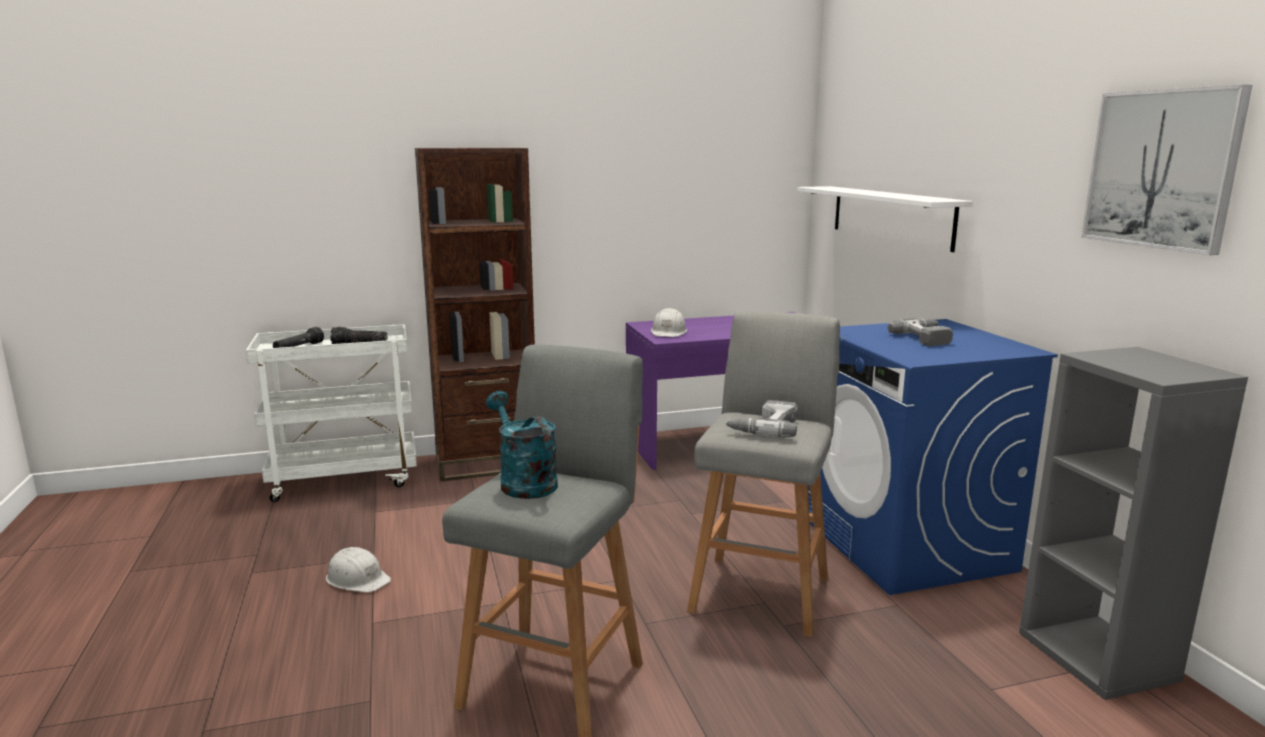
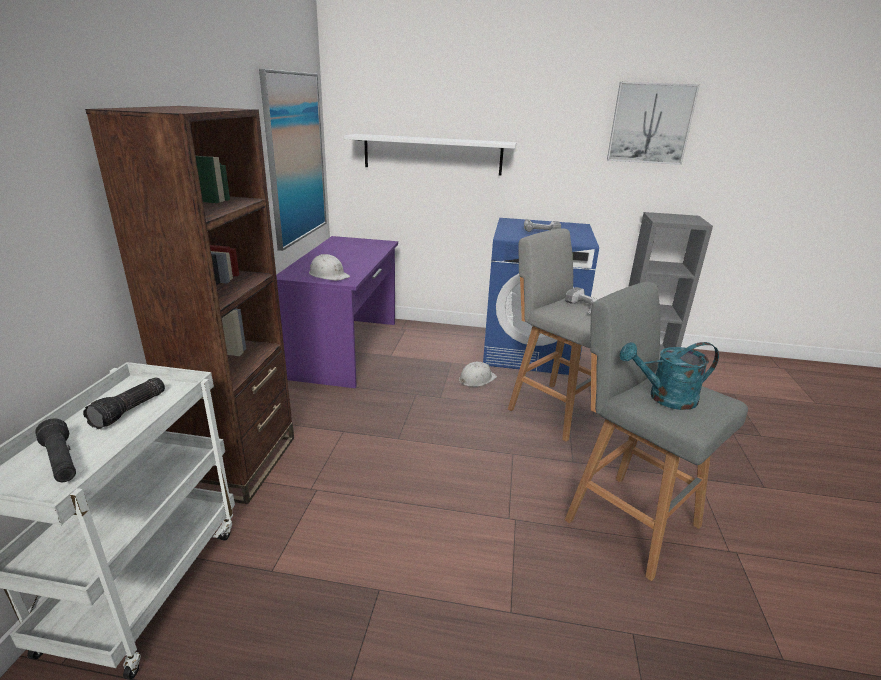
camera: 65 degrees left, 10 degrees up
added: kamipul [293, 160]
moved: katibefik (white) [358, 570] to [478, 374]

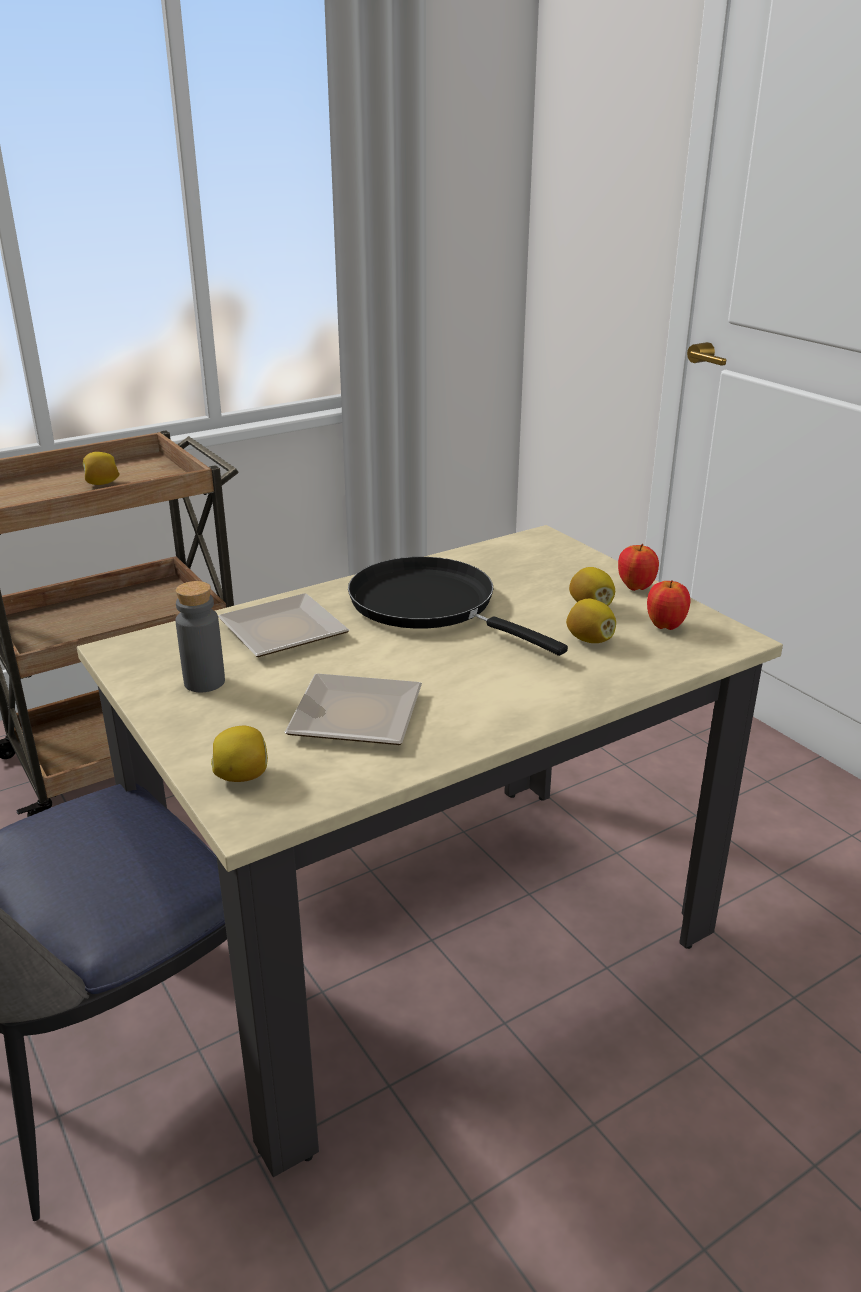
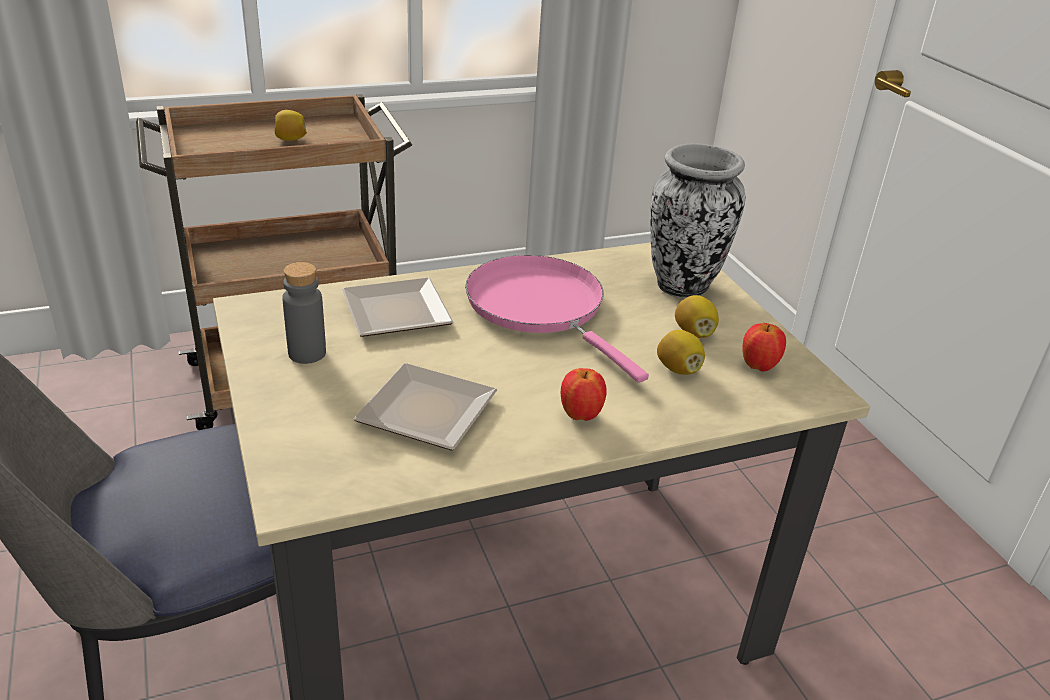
camera: 10 degrees right, 5 degrees up
removed: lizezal [239, 754]
added: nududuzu [697, 220]
moved: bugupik [638, 567] to [584, 394]
recoloured: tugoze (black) [458, 606] to tugoze (pink) [557, 319]

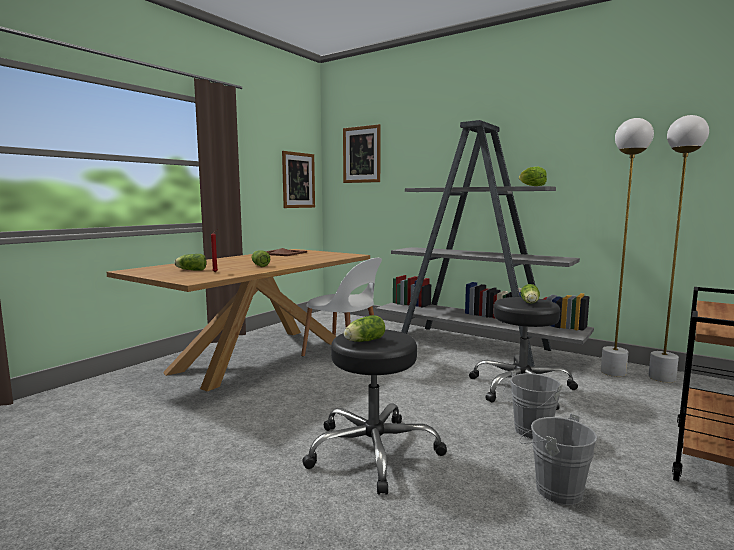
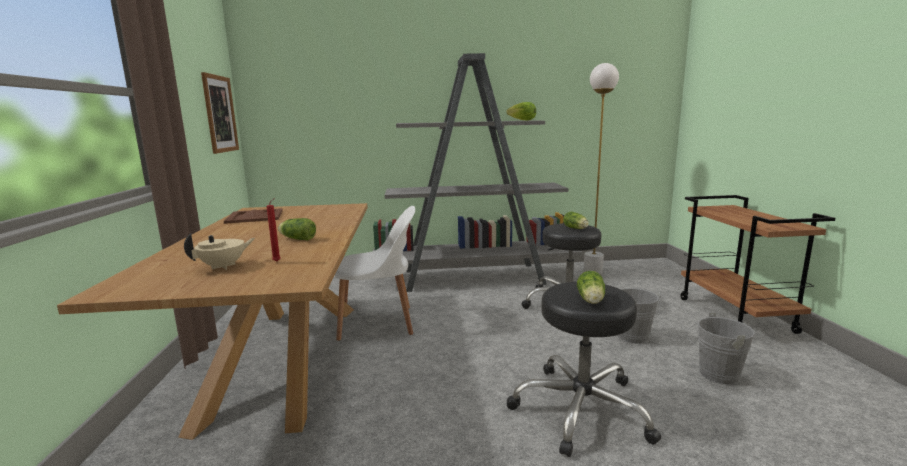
camera: 40 degrees left, 5 degrees up
removed: kamipul [362, 153]; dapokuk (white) [678, 249]
replaced: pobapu [190, 262] to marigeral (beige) [219, 251]

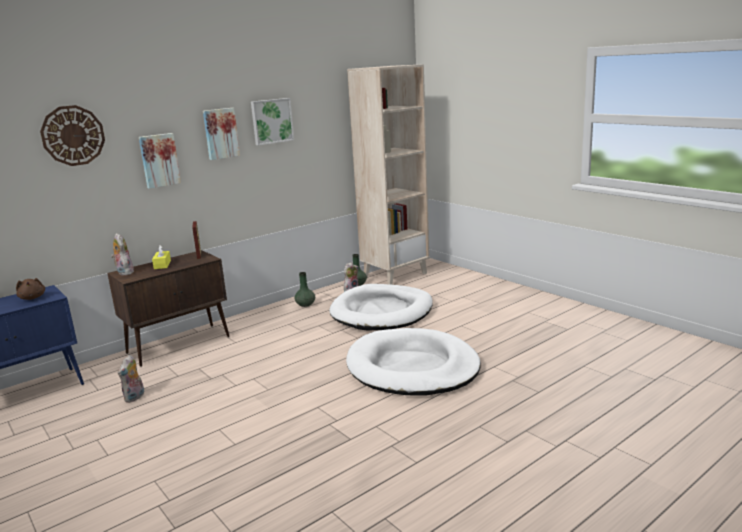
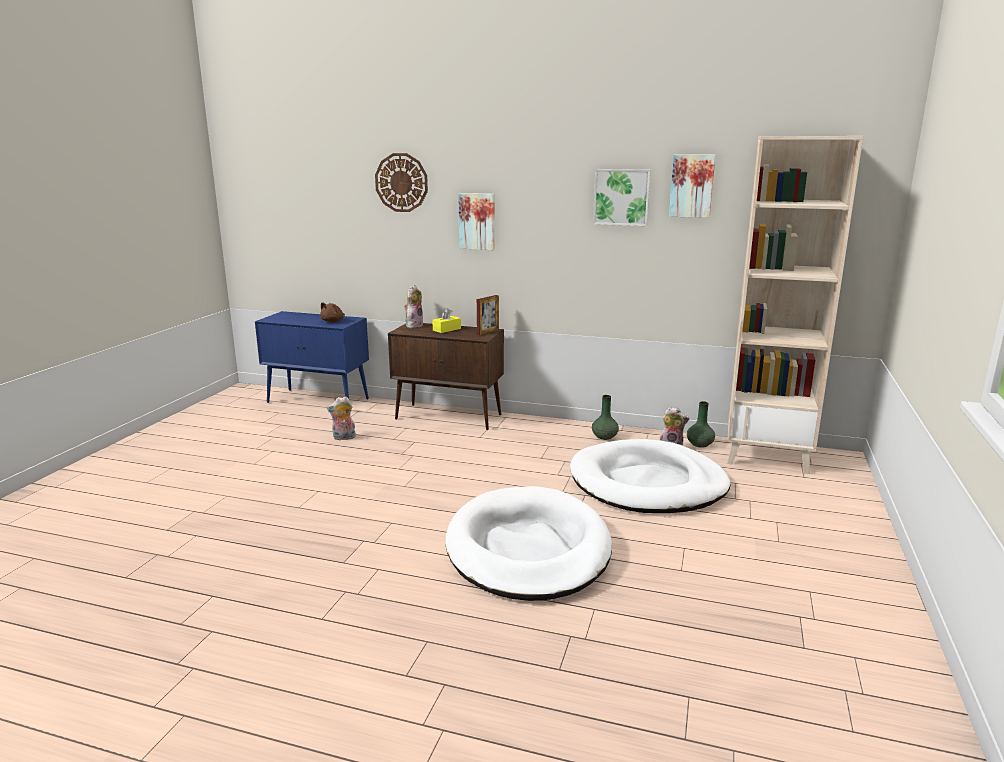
camera: 55 degrees right, 0 degrees up
moved: kamipul [221, 134] to [692, 186]

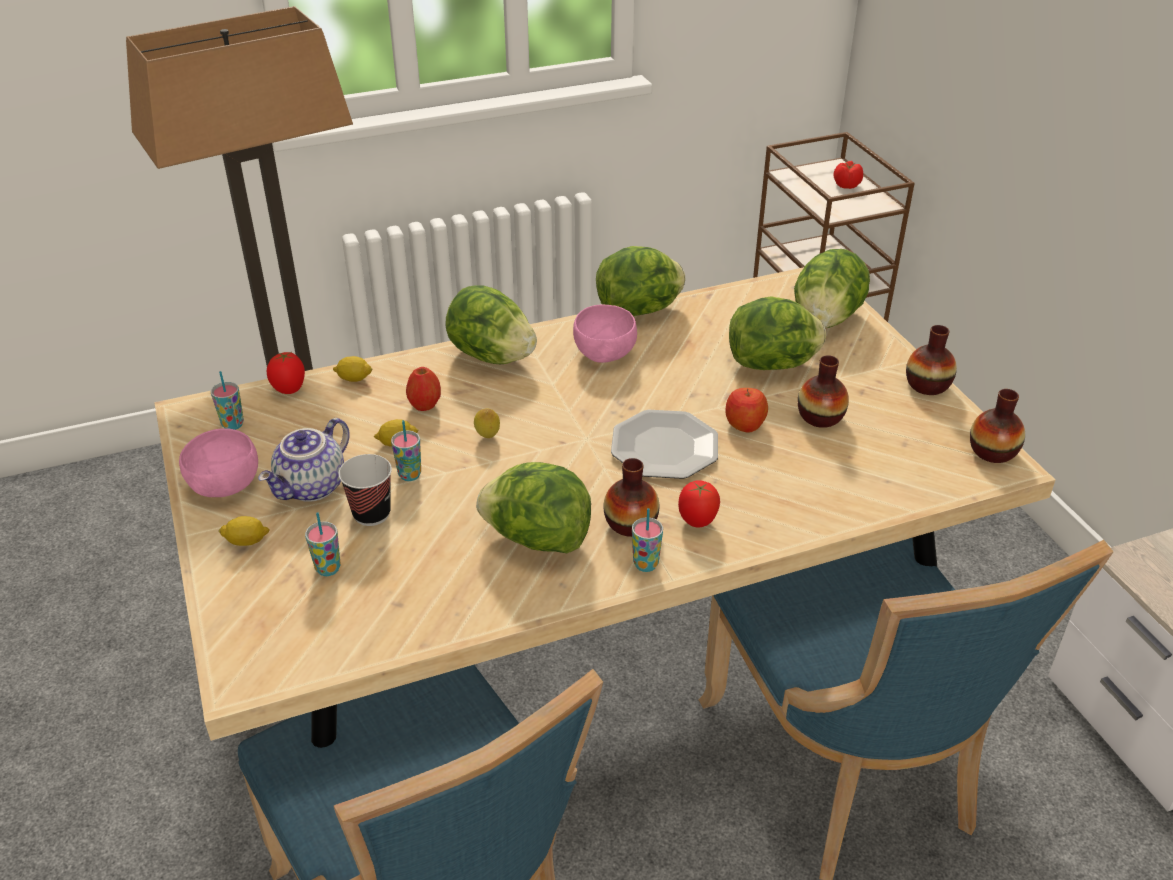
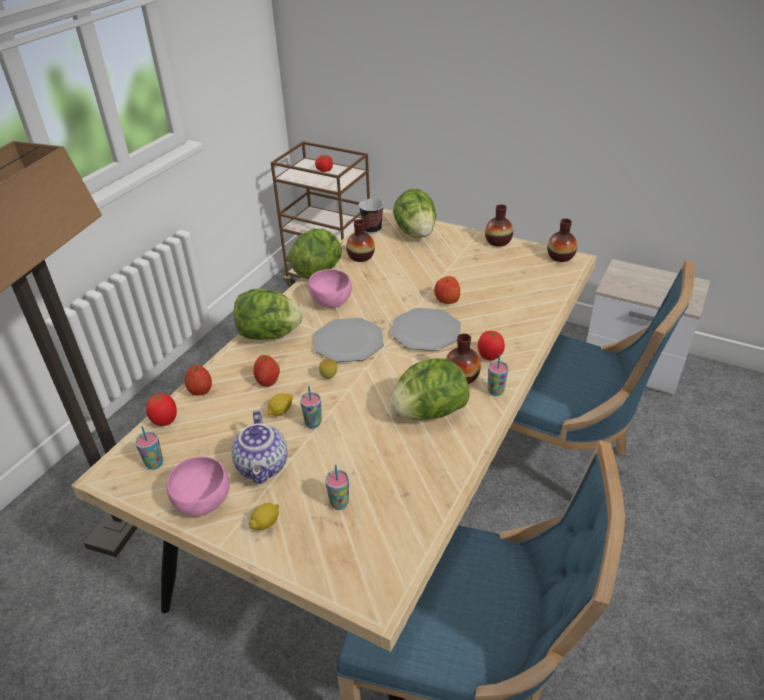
camera: 40 degrees left, 0 degrees up
removed: pobapu [777, 333]
added: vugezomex [349, 340]
moved: nududuzu [823, 391] to [360, 240]; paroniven [365, 490] to [371, 216]
replaced: lizezal [352, 369] to bugupik [198, 380]

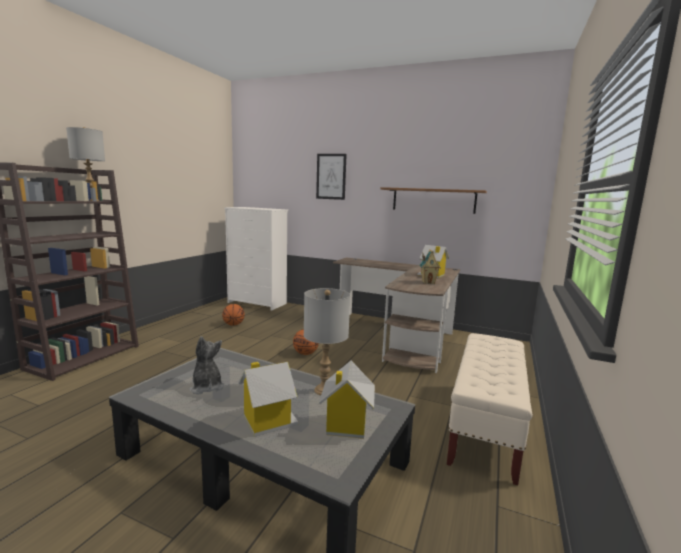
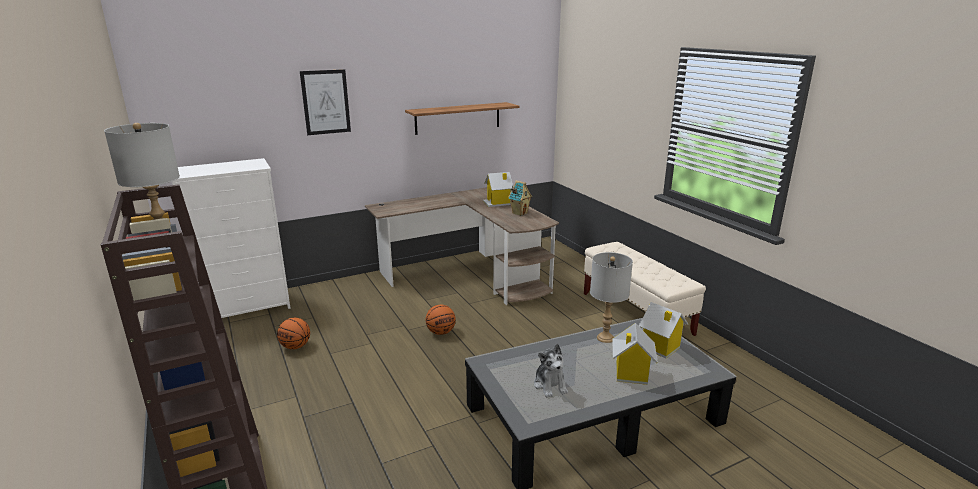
camera: 50 degrees left, 10 degrees up
turned: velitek [206, 365] = [551, 371] 120 degrees counterclockwise

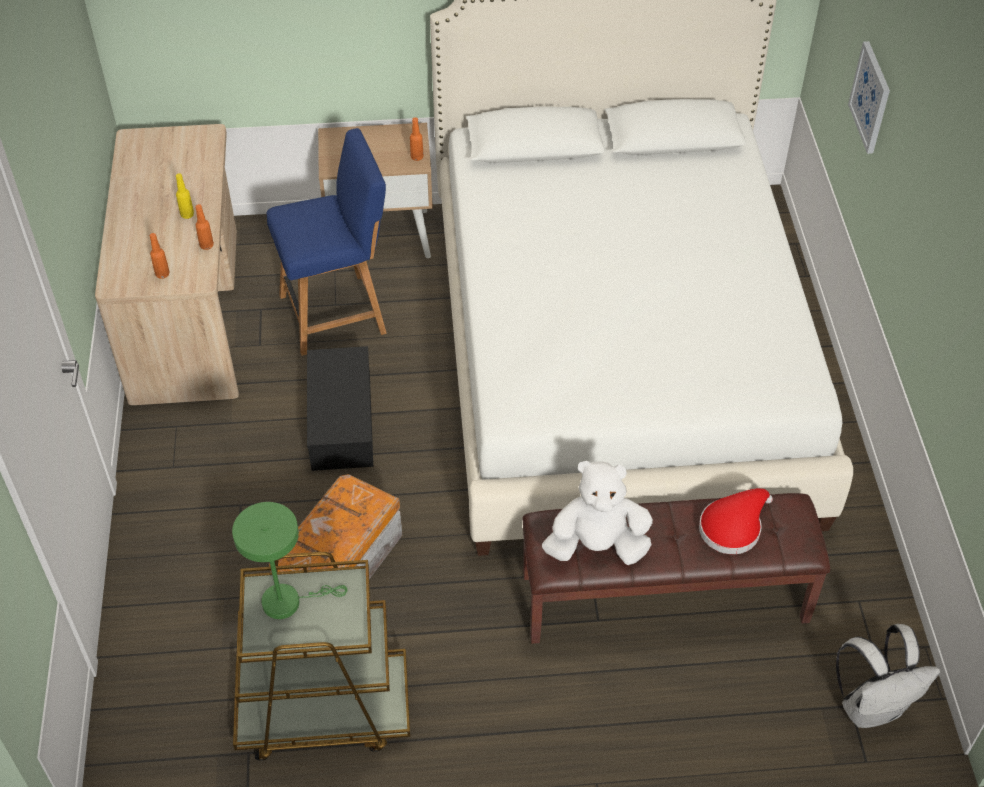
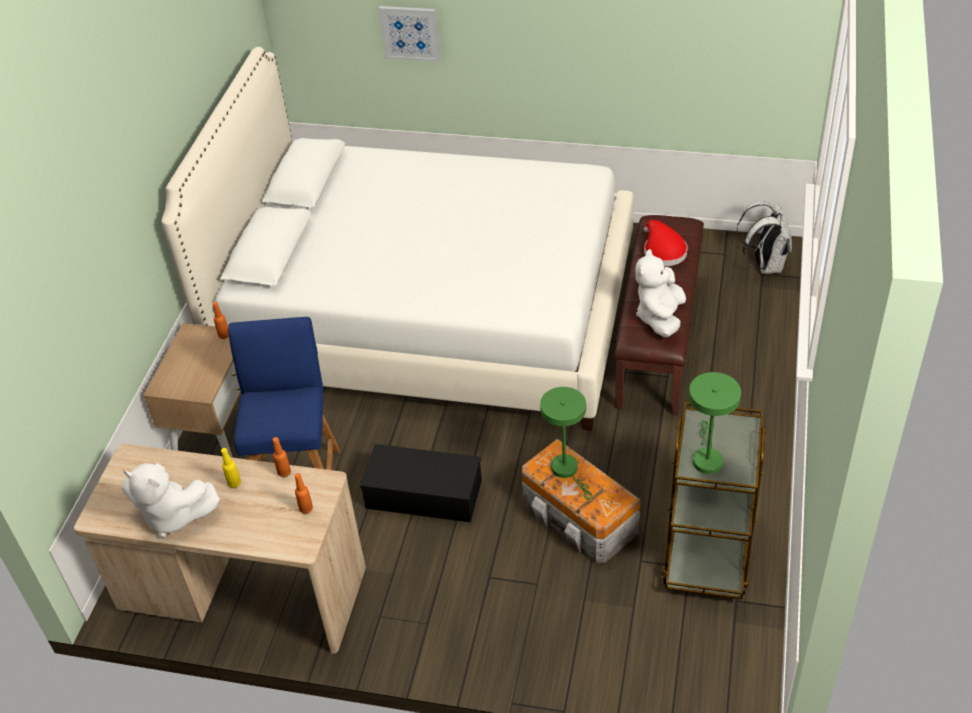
camera: 70 degrees left, 5 degrees down
added: velitek (white) [170, 500]; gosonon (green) [566, 443]

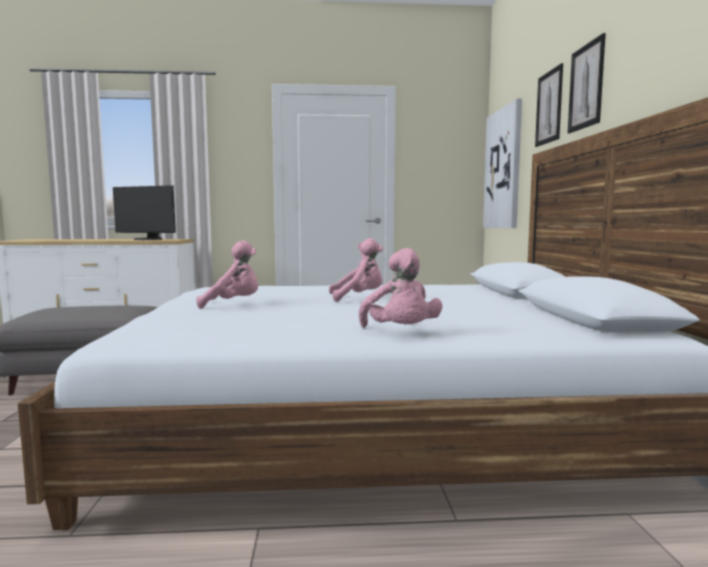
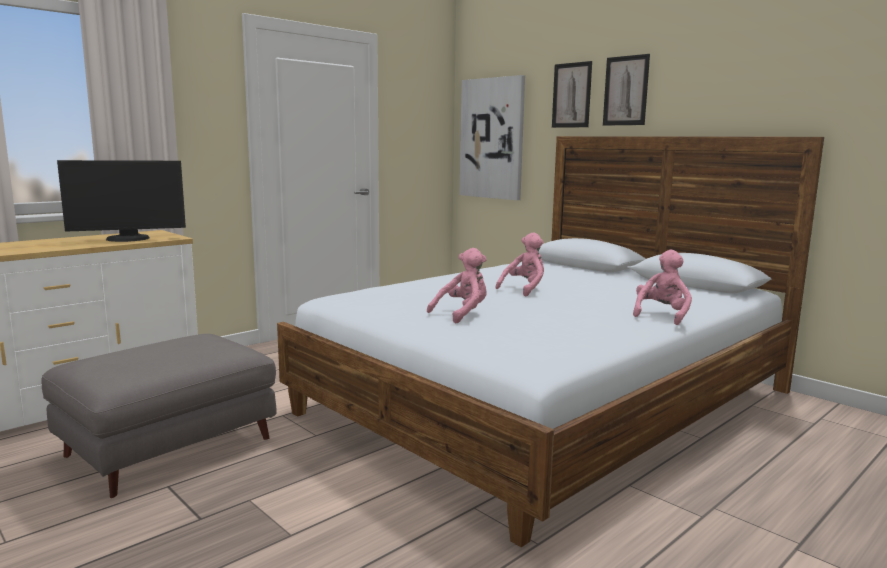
camera: 40 degrees left, 5 degrees up
turned: velitek (pink) [401, 288] = [662, 287] 90 degrees counterclockwise

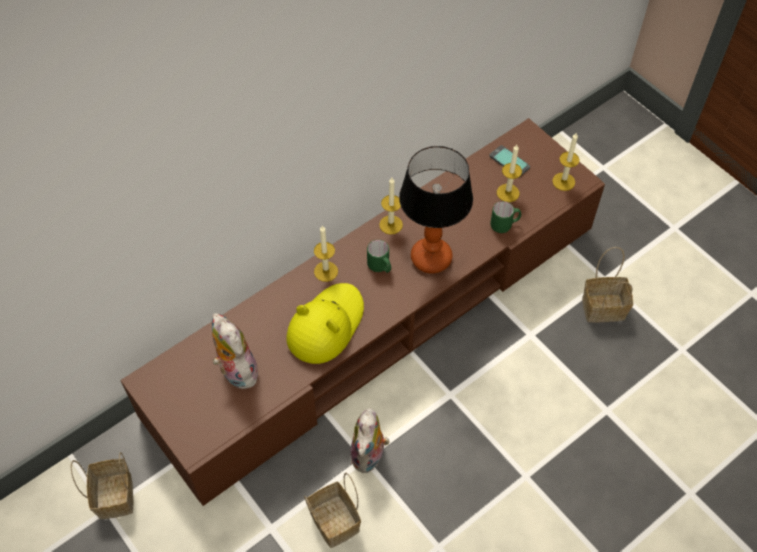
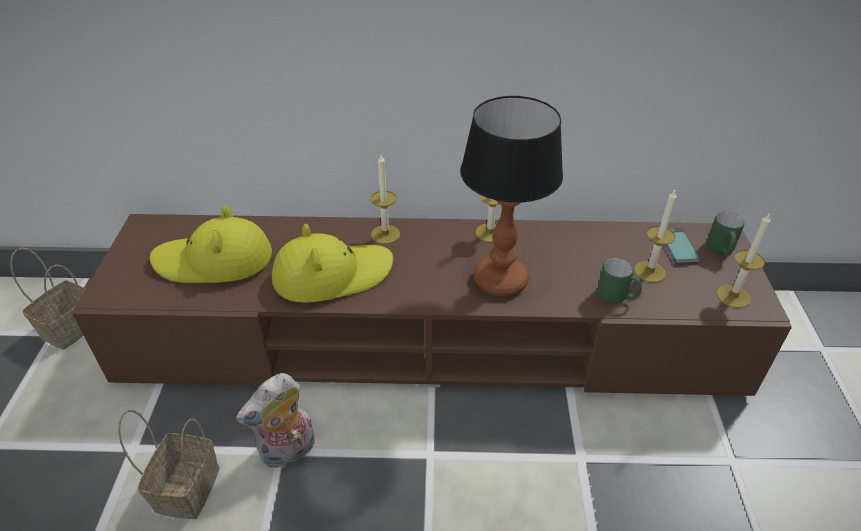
camera: 40 degrees right, 15 degrees down
removed: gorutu [608, 285]
moved: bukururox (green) [379, 256] to [726, 233]
replaced: velitek [236, 351] to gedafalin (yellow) [211, 244]

